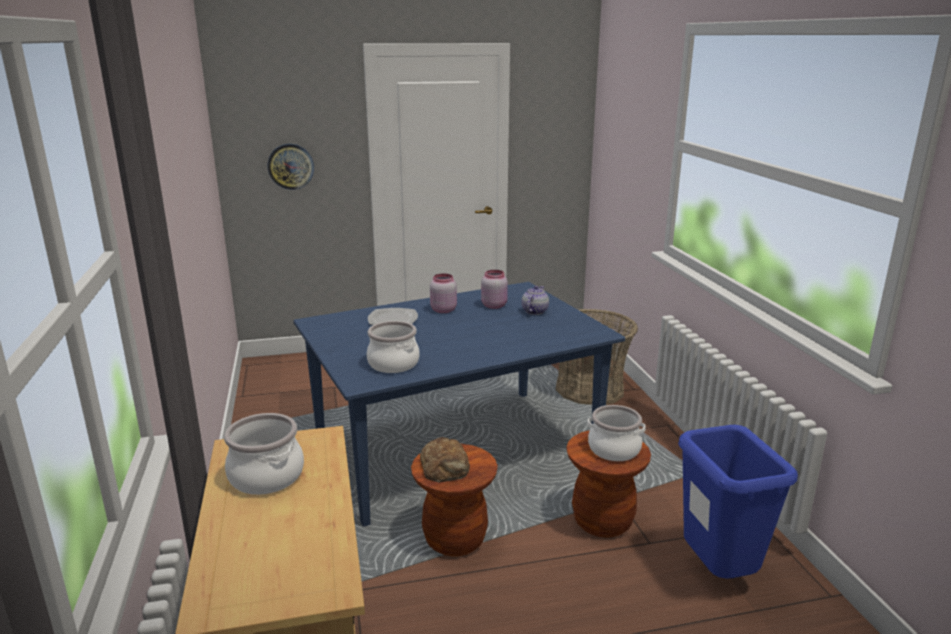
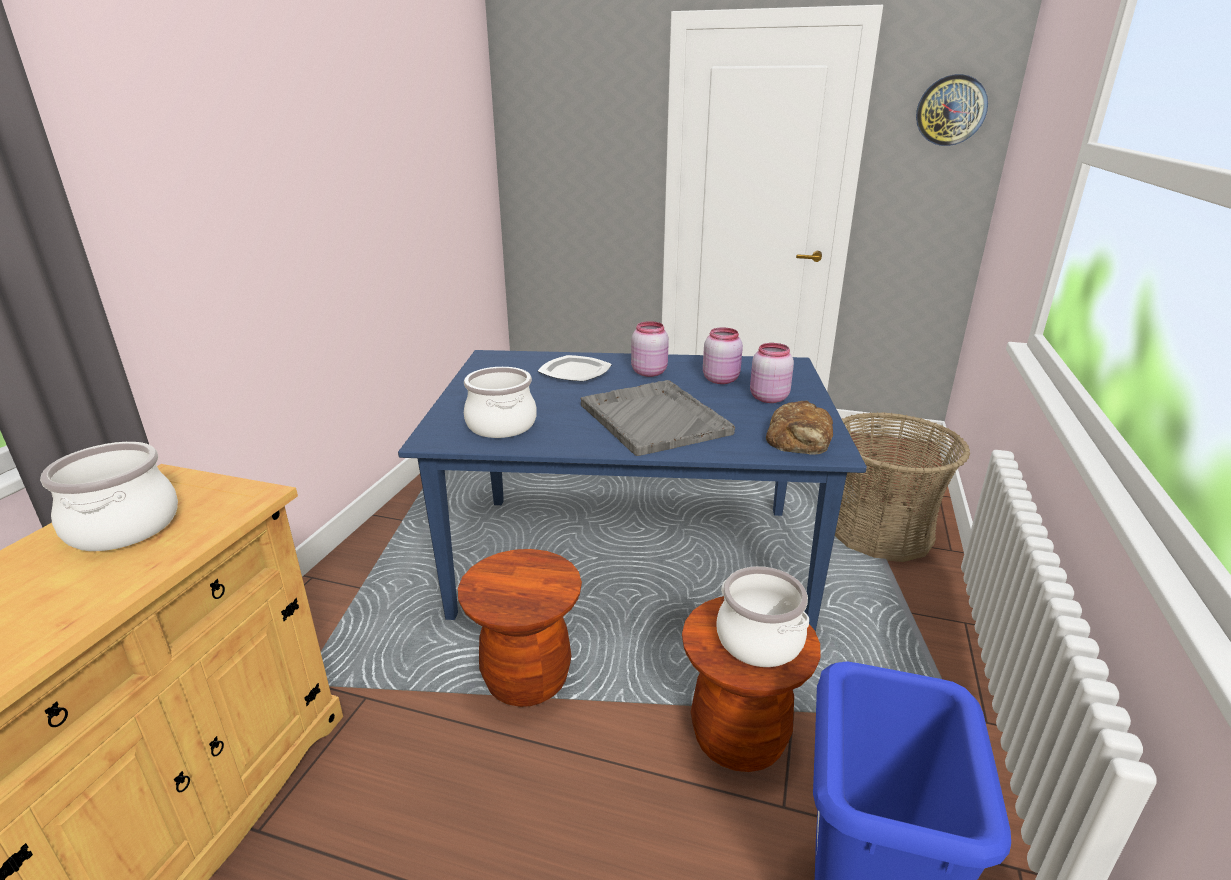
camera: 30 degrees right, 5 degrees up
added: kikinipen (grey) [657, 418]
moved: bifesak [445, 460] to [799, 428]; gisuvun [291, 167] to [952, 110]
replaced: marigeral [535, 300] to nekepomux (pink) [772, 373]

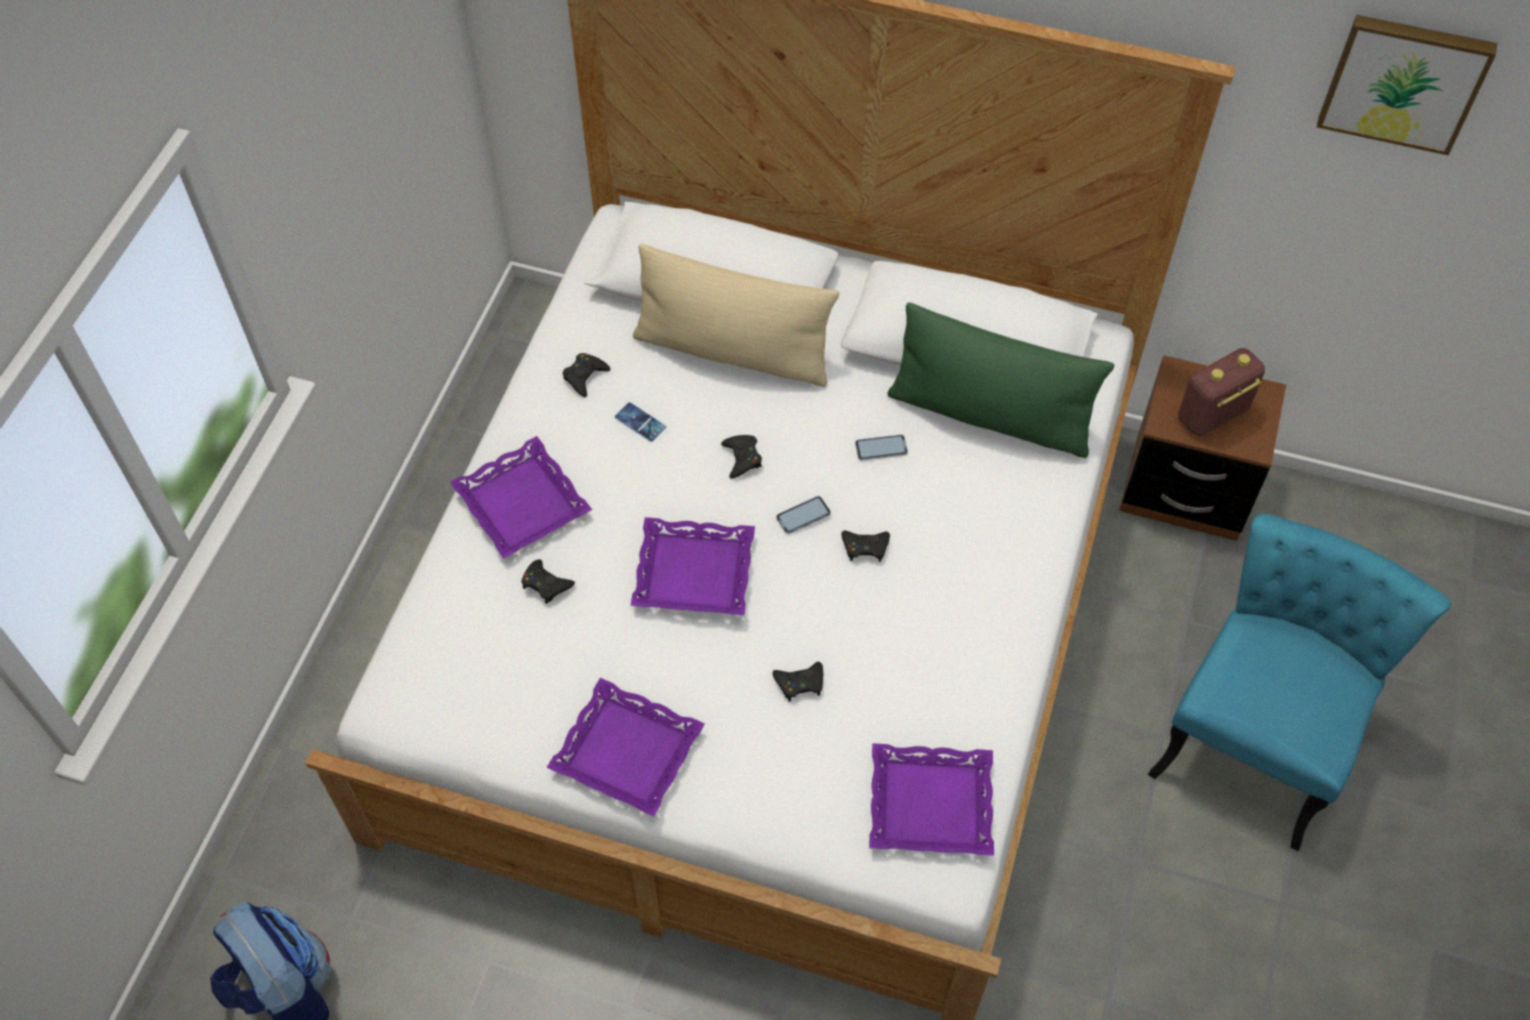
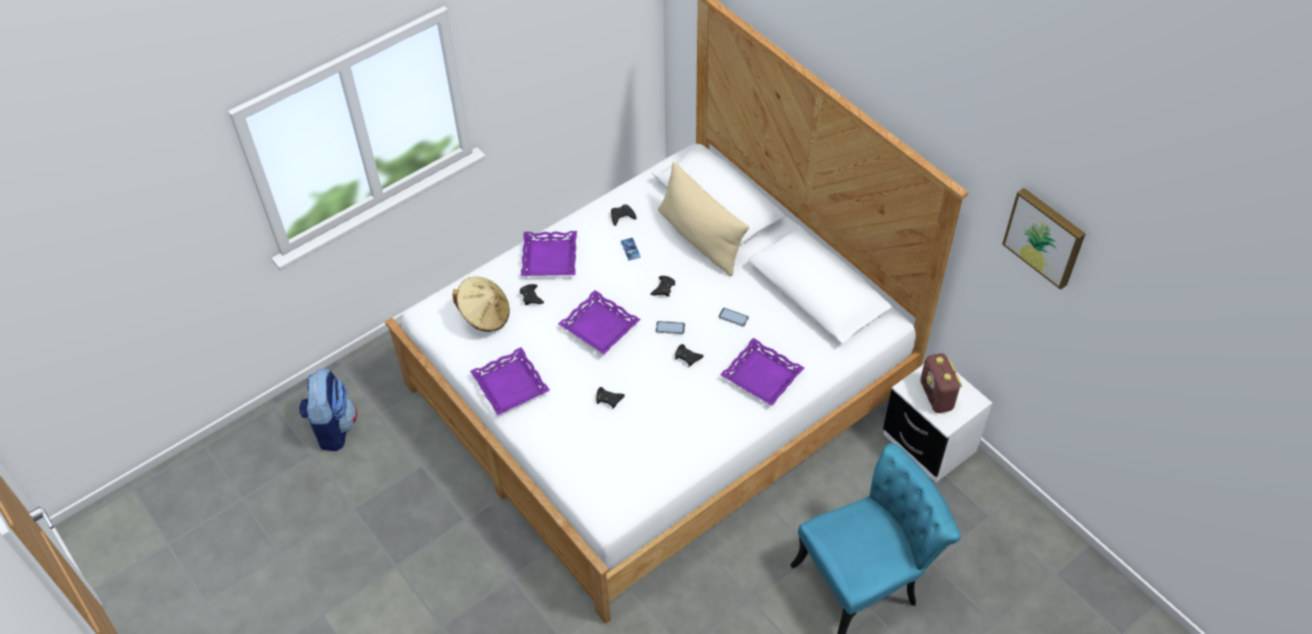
camera: 35 degrees right, 5 degrees down
removed: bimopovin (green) [1001, 380]
added: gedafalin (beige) [481, 304]
moved: kikinipen (purple) [931, 799] to [762, 372]
recoloured: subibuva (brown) [1202, 448] to subibuva (white) [937, 423]
turned: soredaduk [1221, 392] = [941, 383] 105 degrees counterclockwise

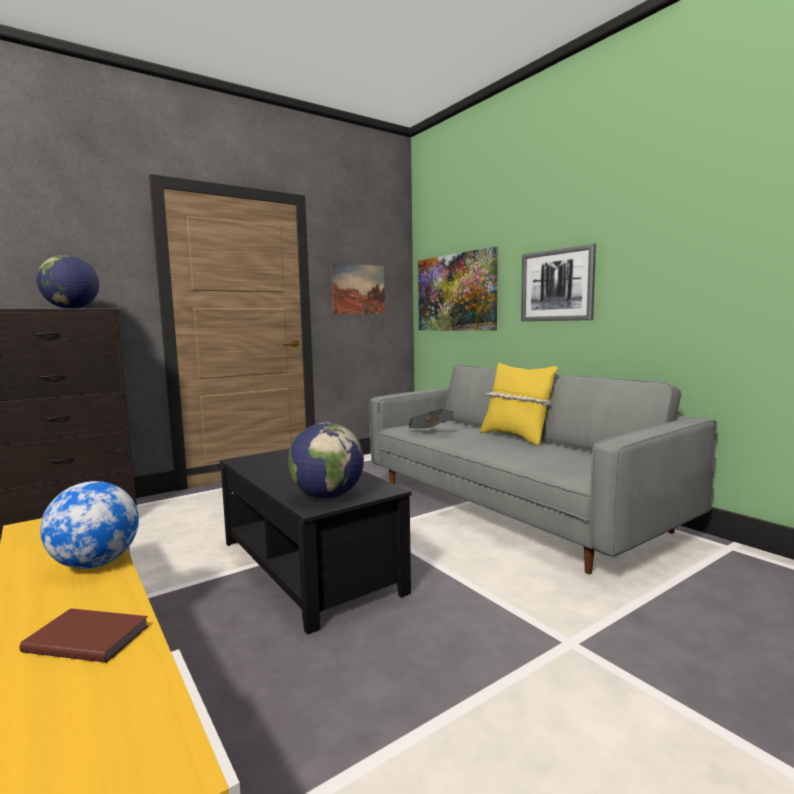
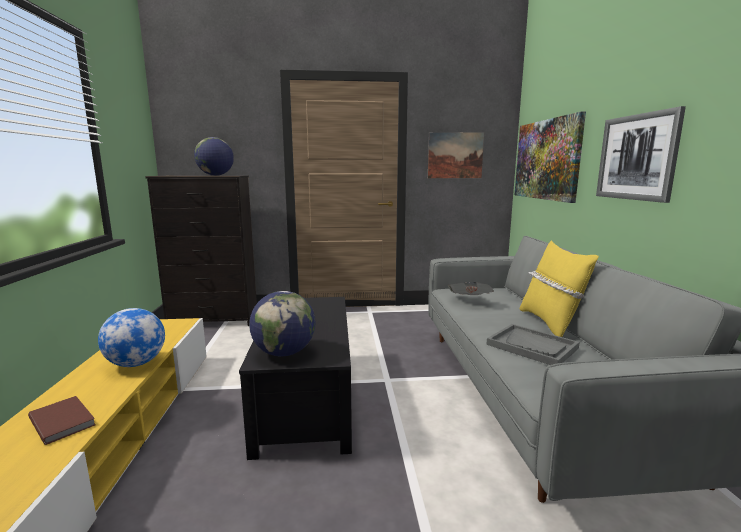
camera: 30 degrees right, 5 degrees up
added: kikinipen (grey) [533, 344]

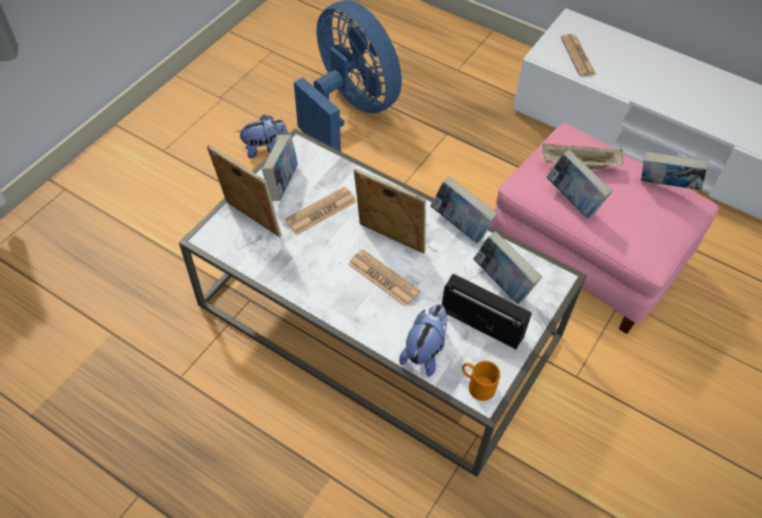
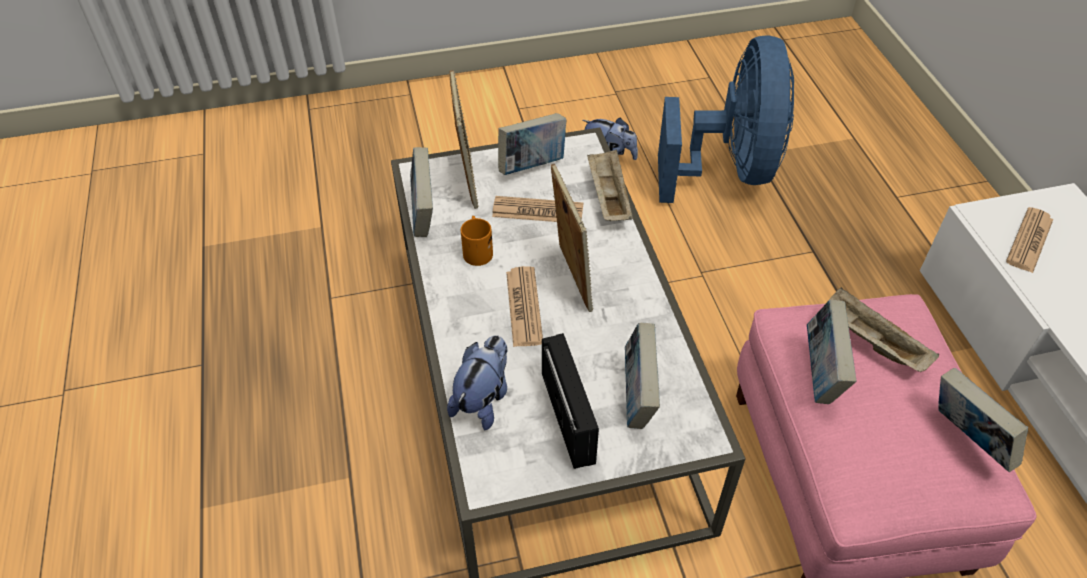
camera: 45 degrees right, 5 degrees down
added: kikinipen (beige) [610, 185]
moved: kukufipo [464, 209] to [421, 192]; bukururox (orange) [481, 381] to [477, 241]
turned: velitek [423, 340] = [477, 382] 45 degrees counterclockwise

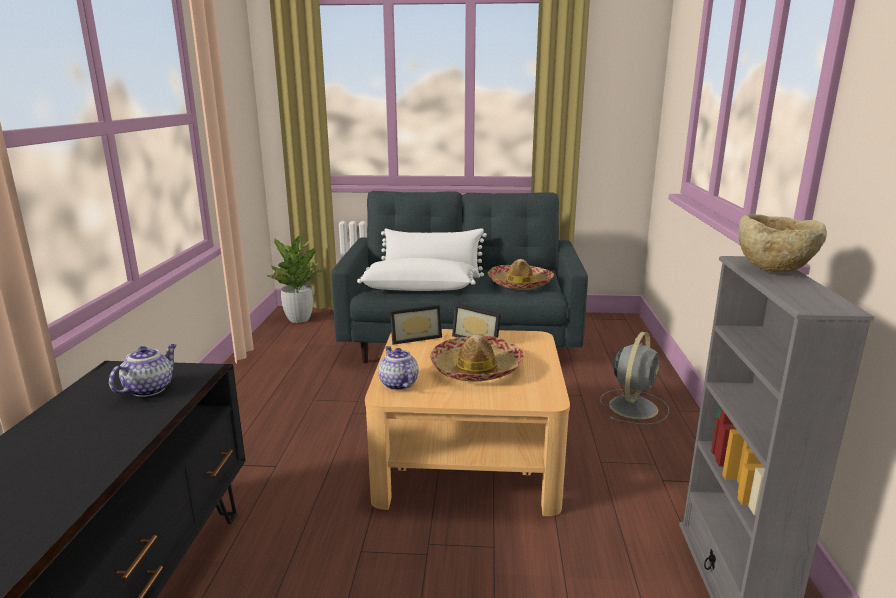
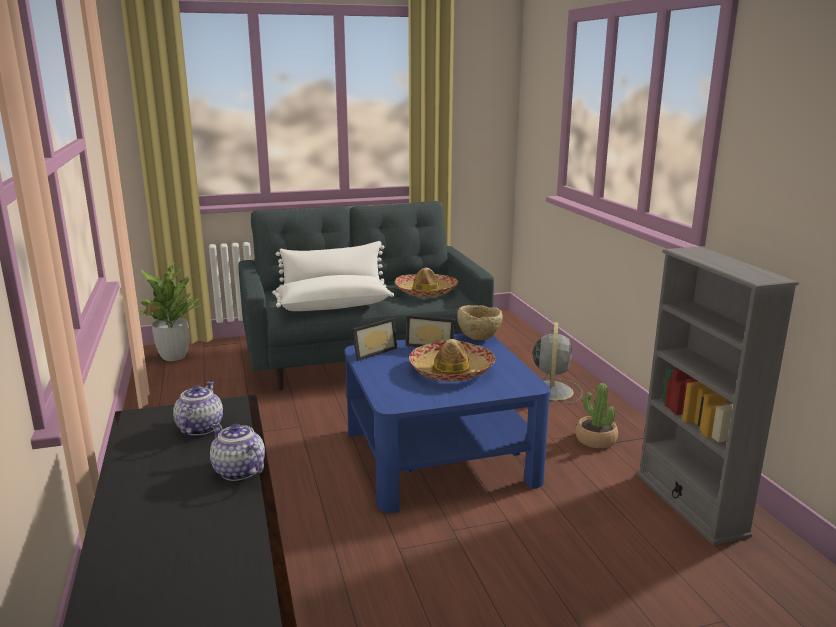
camera: 20 degrees left, 0 degrees up
added: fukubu [596, 415]
moved: marigeral [398, 368] to [237, 451]; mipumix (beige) [782, 243] to [480, 322]
recoloured: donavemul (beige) [467, 422] to donavemul (blue) [447, 423]

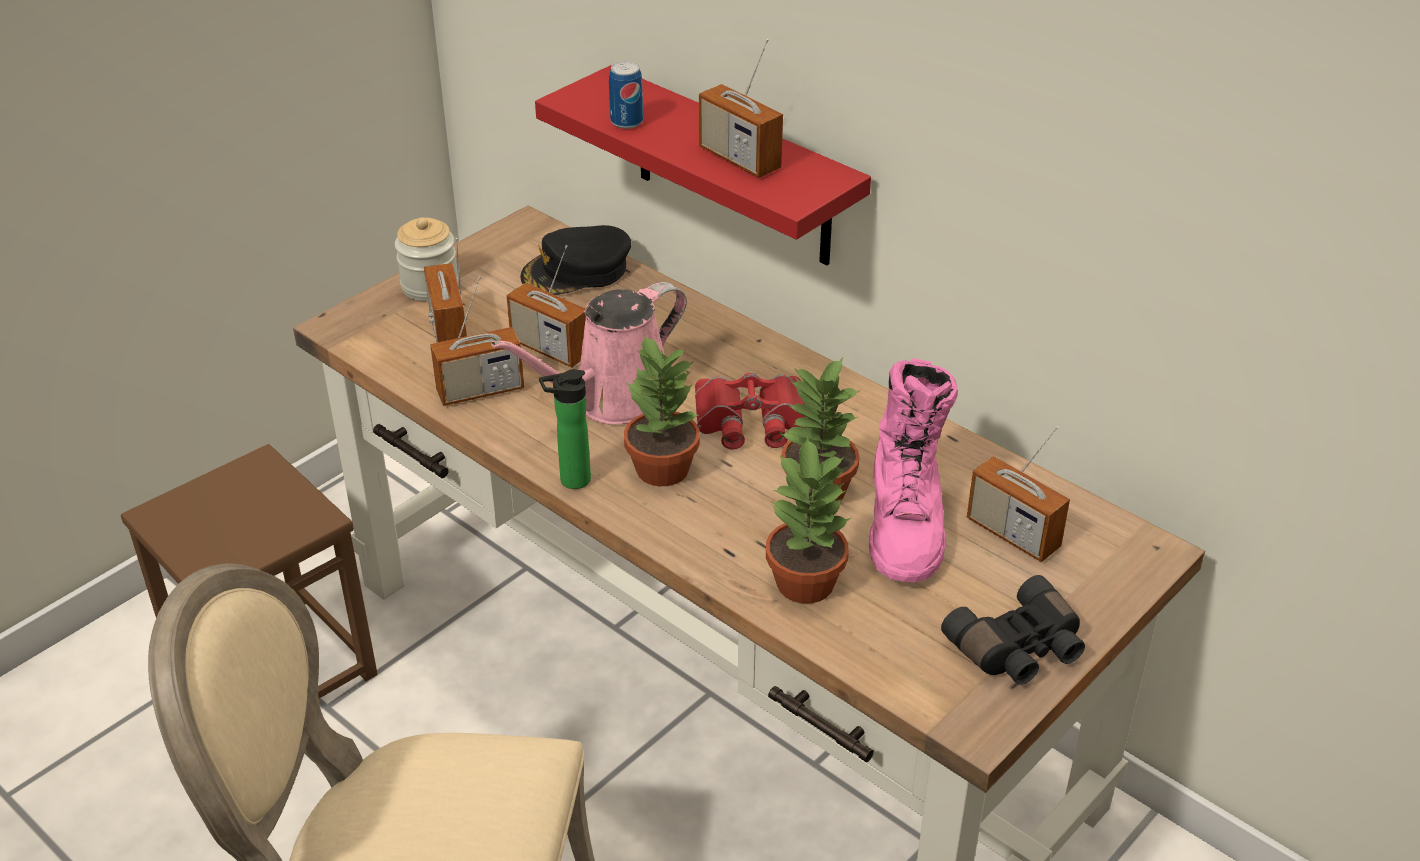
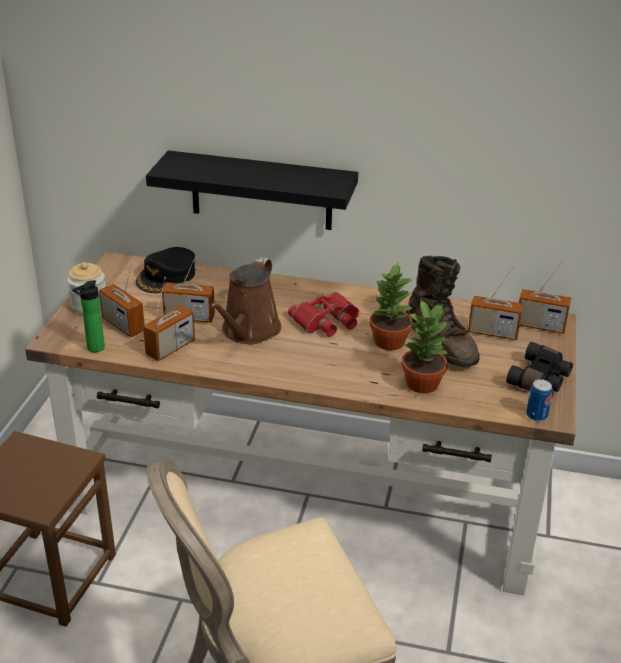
camera: 30 degrees left, 5 degrees down
removed: fukubu [662, 410]
moved: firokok [565, 429] to [88, 316]; soredaduk [741, 108] to [545, 297]; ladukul [626, 95] to [539, 400]
recoloured: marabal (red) [703, 165] to marabal (black) [252, 190]; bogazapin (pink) [589, 353] to bogazapin (brown) [245, 300]; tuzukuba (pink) [913, 470] to tuzukuba (brown) [443, 311]

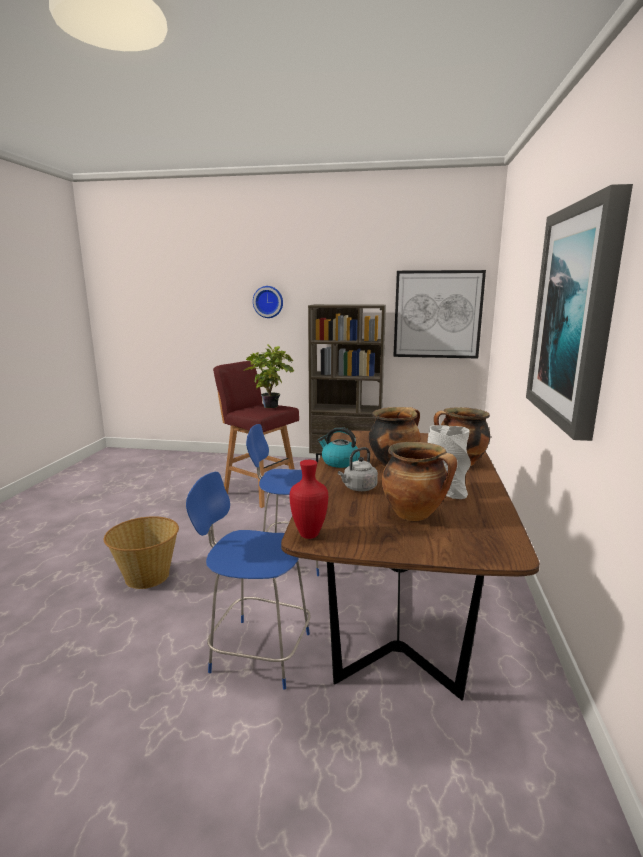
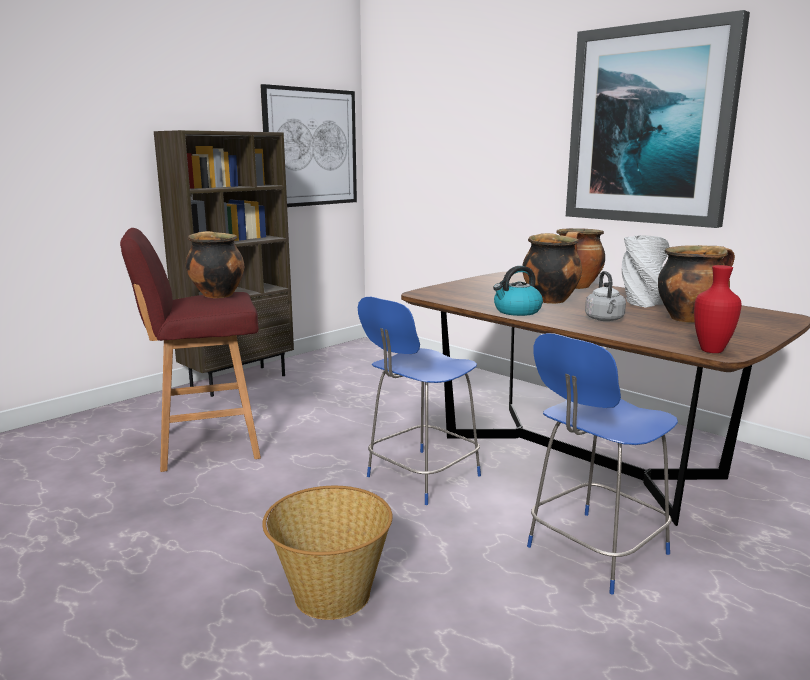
camera: 55 degrees left, 0 degrees up
removed: gisuvun [268, 302]
replaced: fukubu [268, 376] to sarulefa [215, 264]

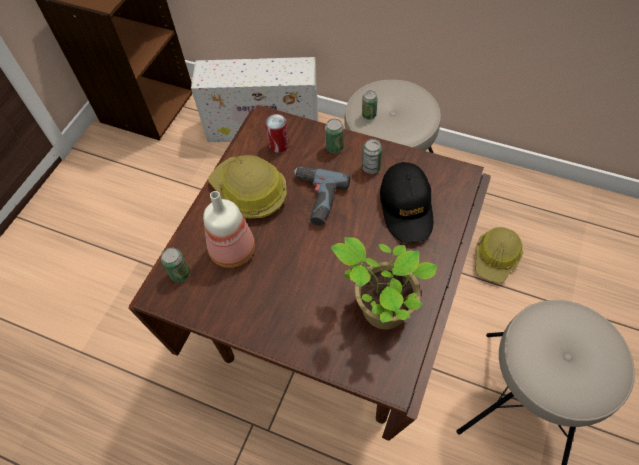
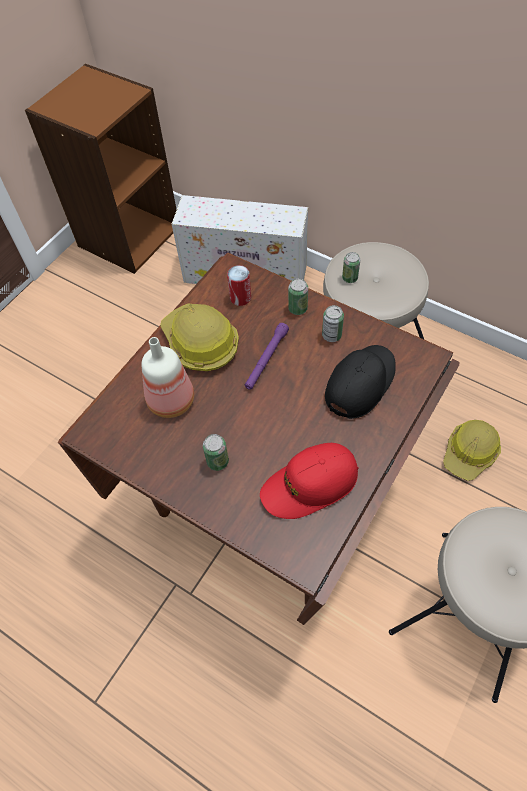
camera: 10 degrees right, 0 degrees up
moved: ladukul [175, 265] to [216, 452]
replaced: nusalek [322, 196] to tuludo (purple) [267, 356]; fukubu [384, 283] to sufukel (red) [309, 481]
turned: sufukel (black) [406, 202] = [360, 382] 150 degrees counterclockwise

